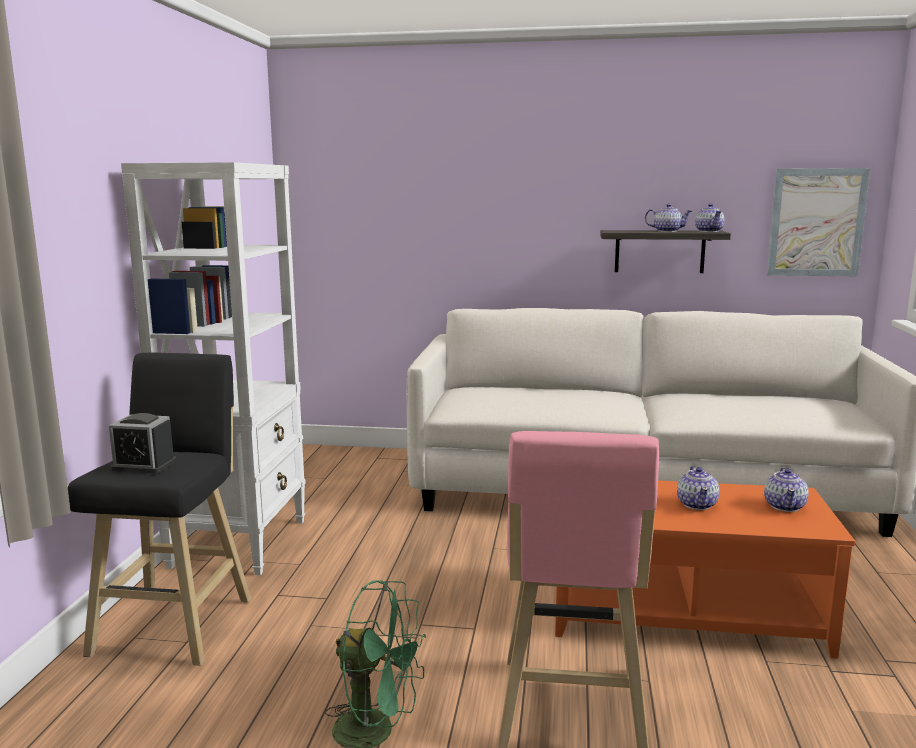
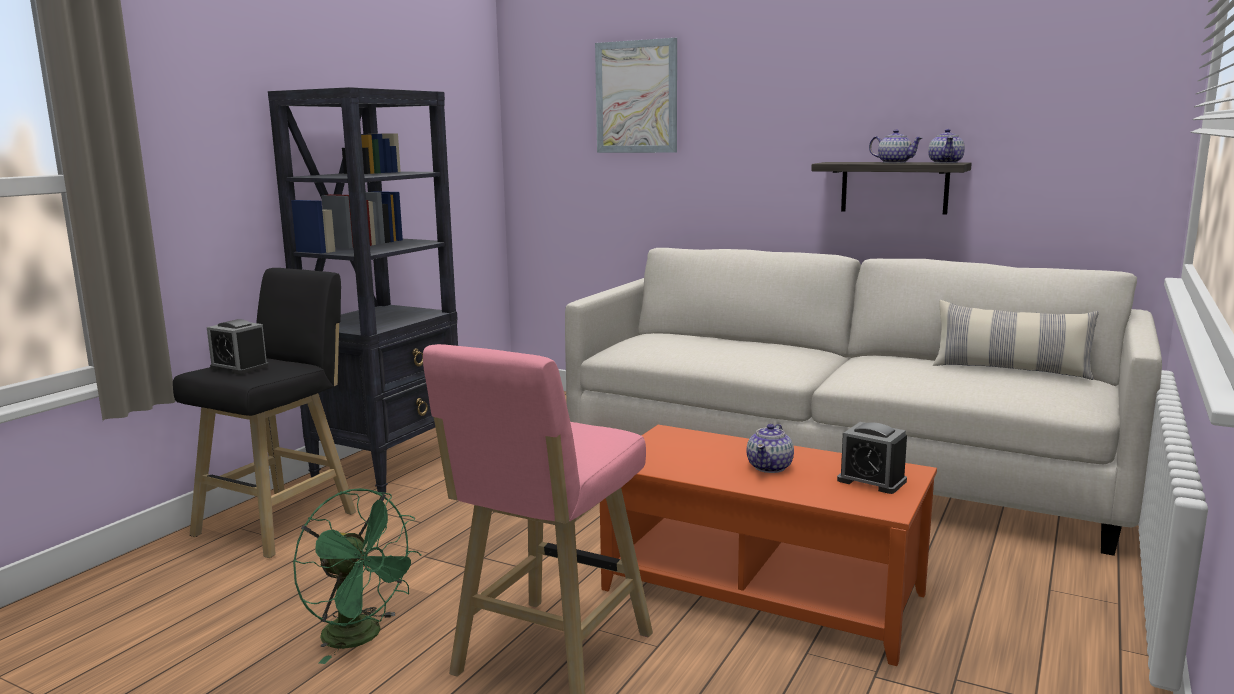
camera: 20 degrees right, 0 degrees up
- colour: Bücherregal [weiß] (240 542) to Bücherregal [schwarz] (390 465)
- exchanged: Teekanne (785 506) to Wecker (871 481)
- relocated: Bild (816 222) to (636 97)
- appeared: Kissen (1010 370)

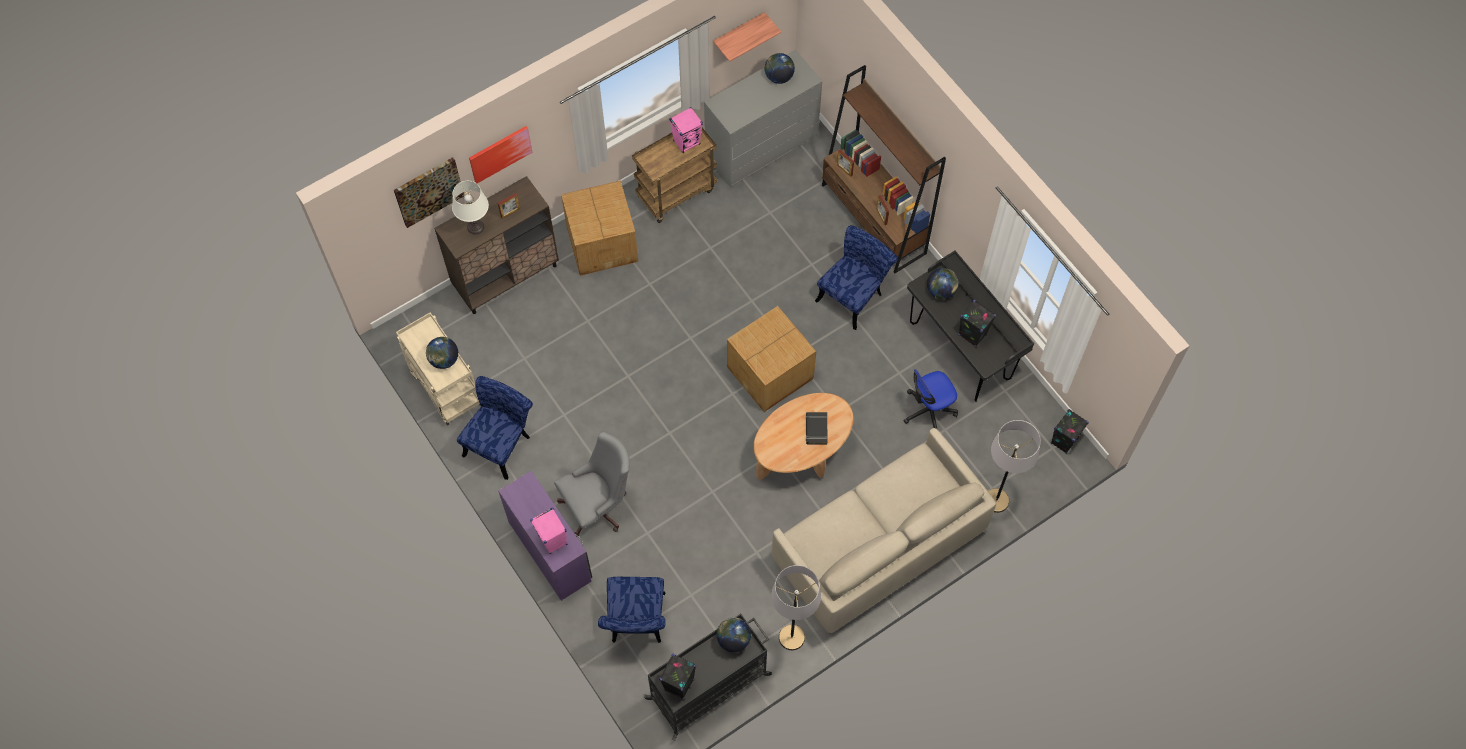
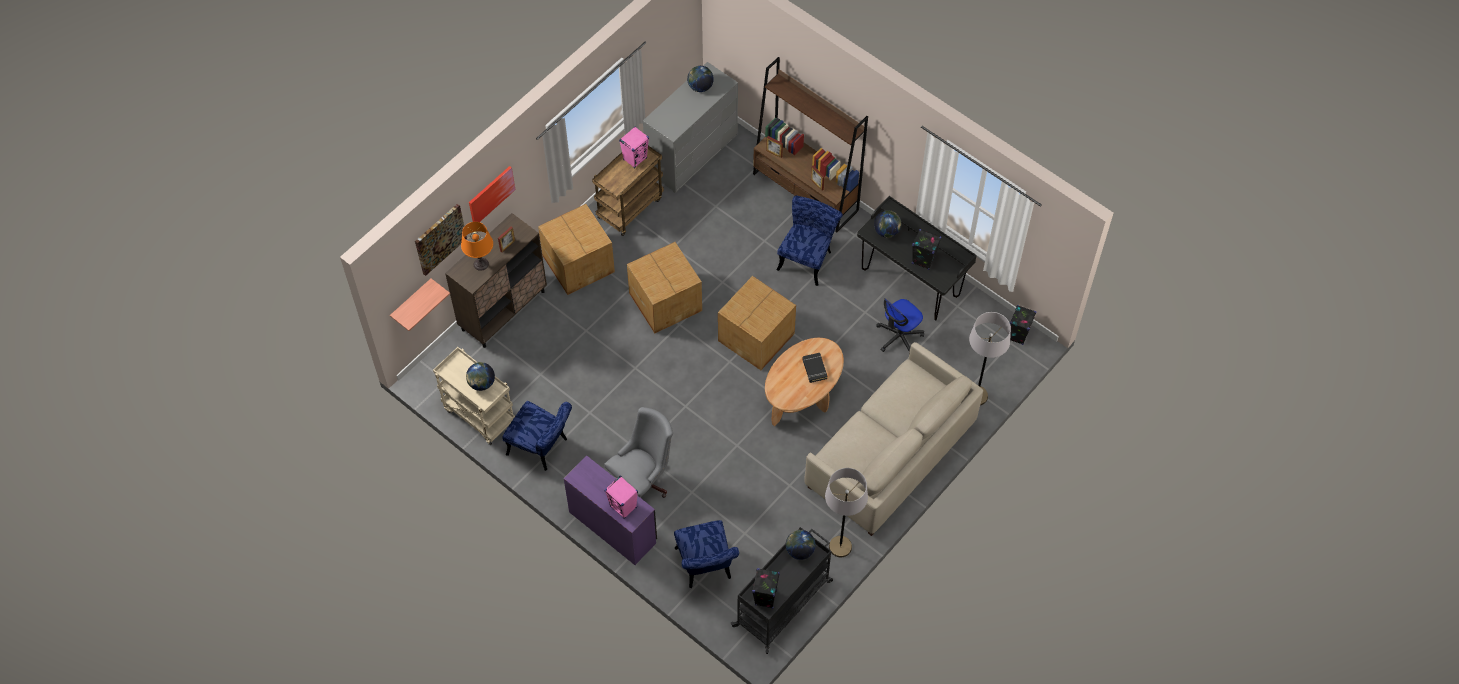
camera: 15 degrees left, 5 degrees down
- colour: Tischlampe [weiß] (475 227) to Tischlampe [orange] (481 264)
- spun: Stuhl [blau] (501 442) = (542 448) 105 degrees clockwise
- relocated: Wandregal (738 33) to (412 302)
- appeared: Karton (666 301)

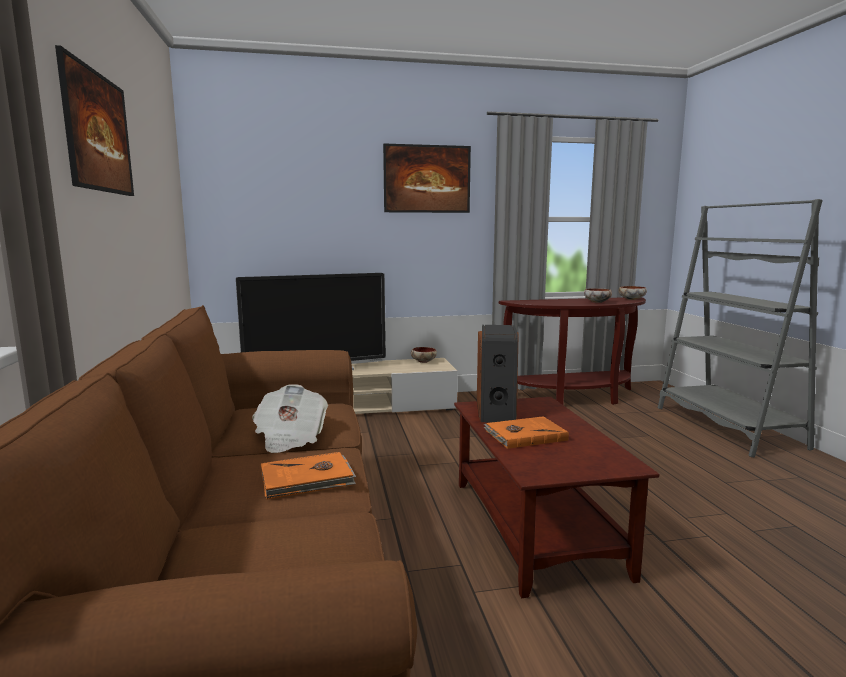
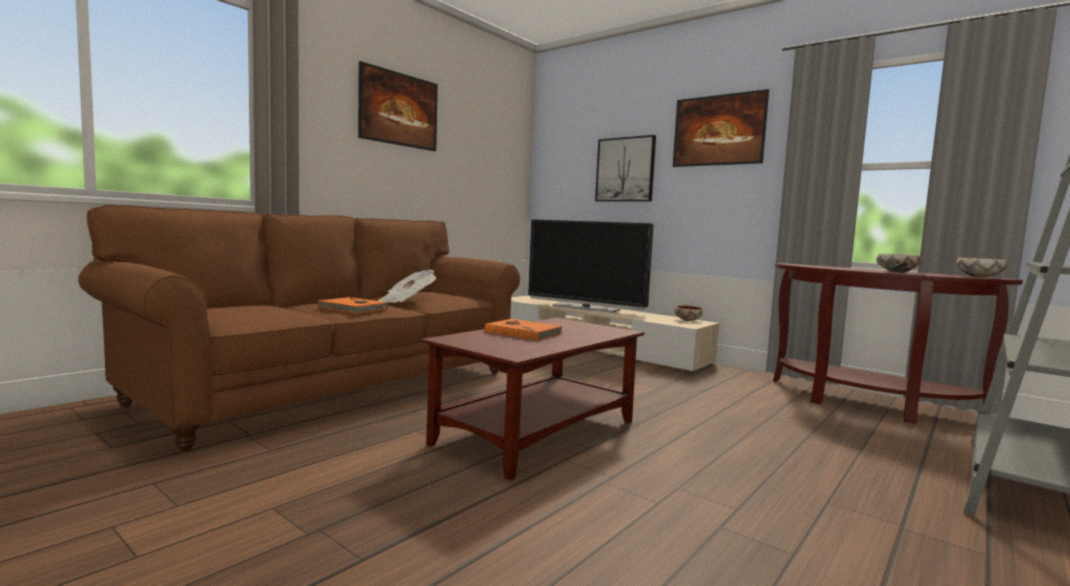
camera: 50 degrees right, 5 degrees down
- missing: Lautsprecher (497 411)
- appeared: Bild (625 169)

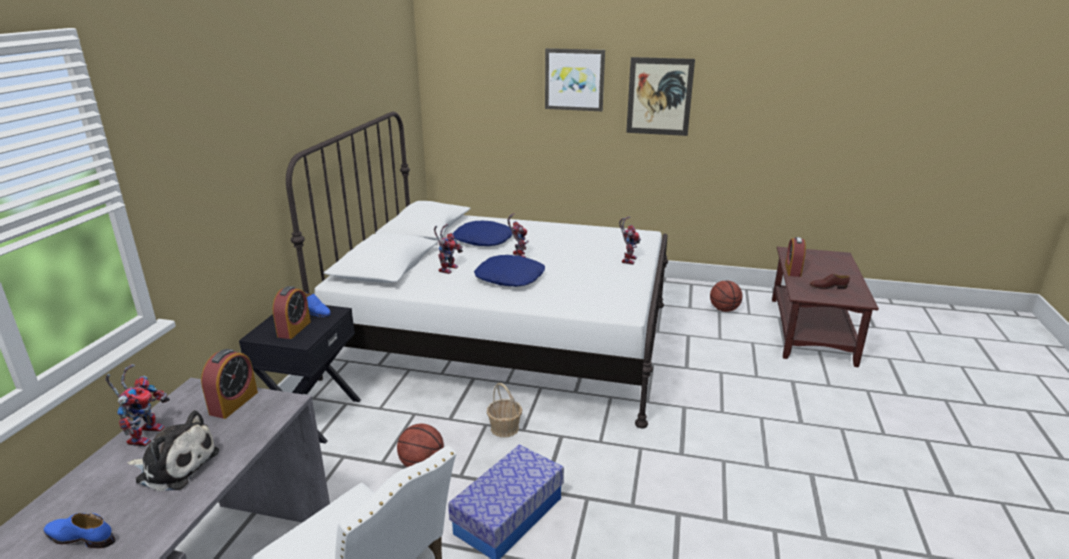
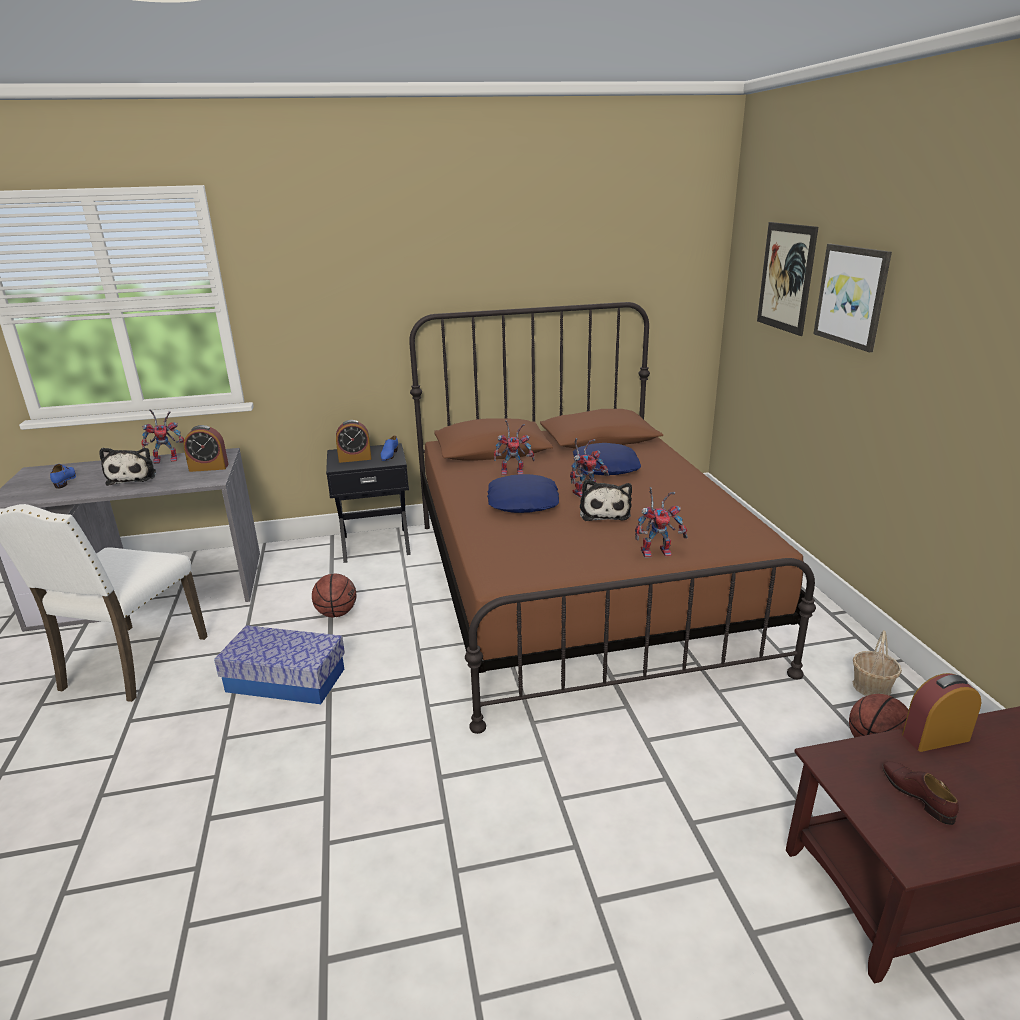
camera: 65 degrees right, 0 degrees up
- colour: Bett [weiß] (505 339) to Bett [braun] (577 588)
- relocated: Korb (504 428) to (871 687)
- relocated: Bild (659 96) to (786 277)
- appeared: Plüschtier (604 512)

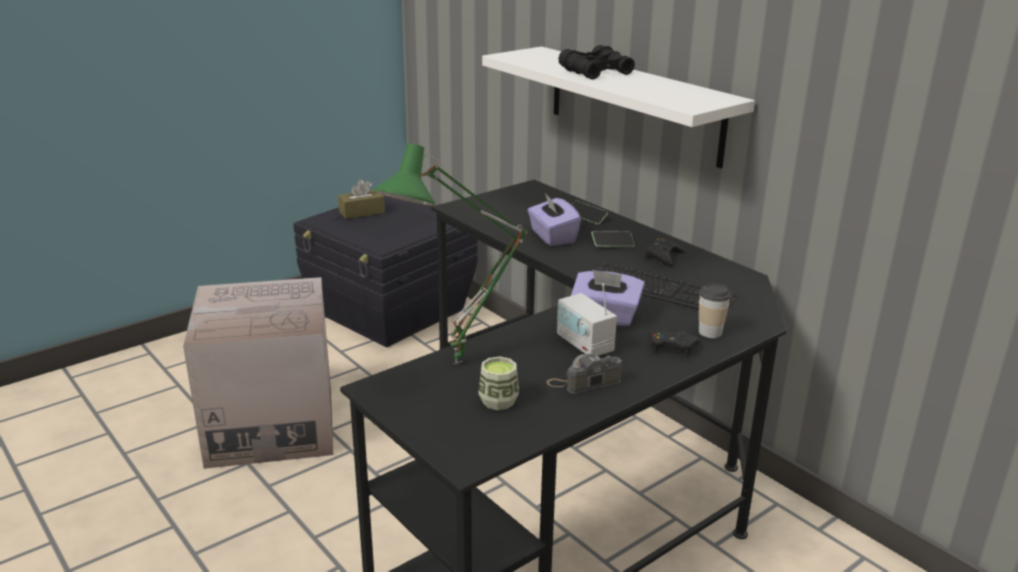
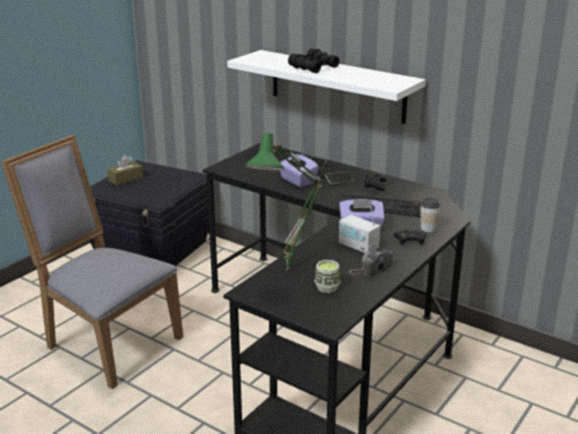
camera: 15 degrees left, 0 degrees up
- exchanged: Karton (271 425) to Stuhl [grau] (107 342)

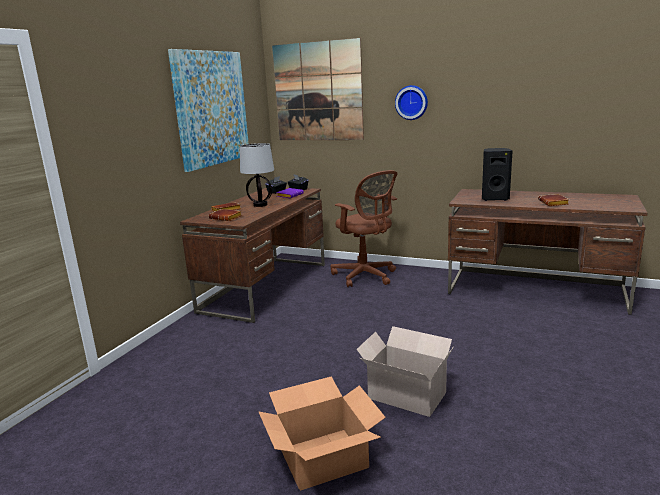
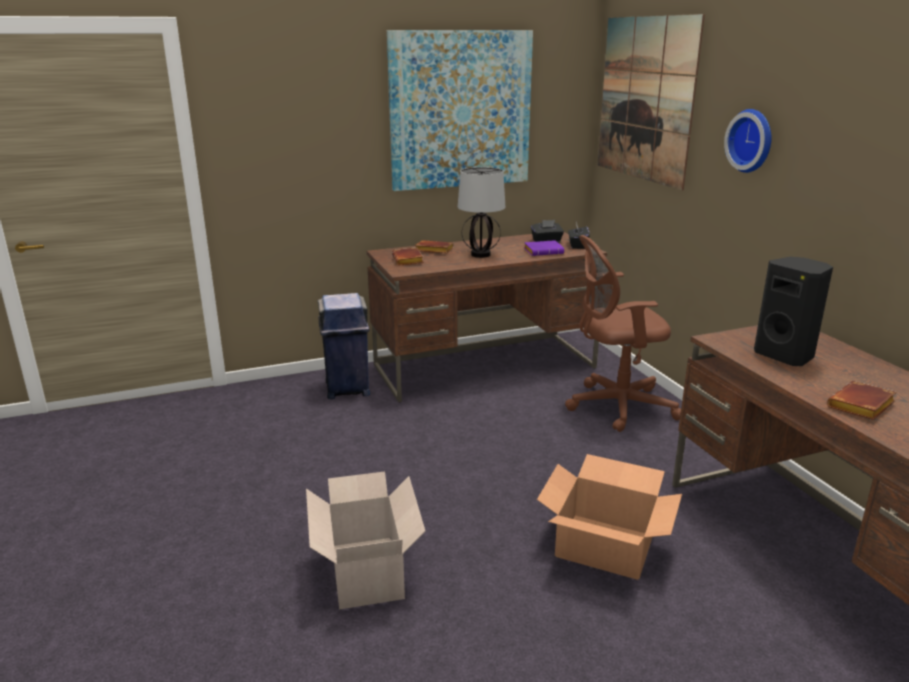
camera: 45 degrees right, 5 degrees up
- relocated: Karton (322 457) to (604 545)
- spun: Bürostuhl [braun] (366 276) = (615 406) 75 degrees clockwise
- appeared: Mülleimer [blau] (347 389)

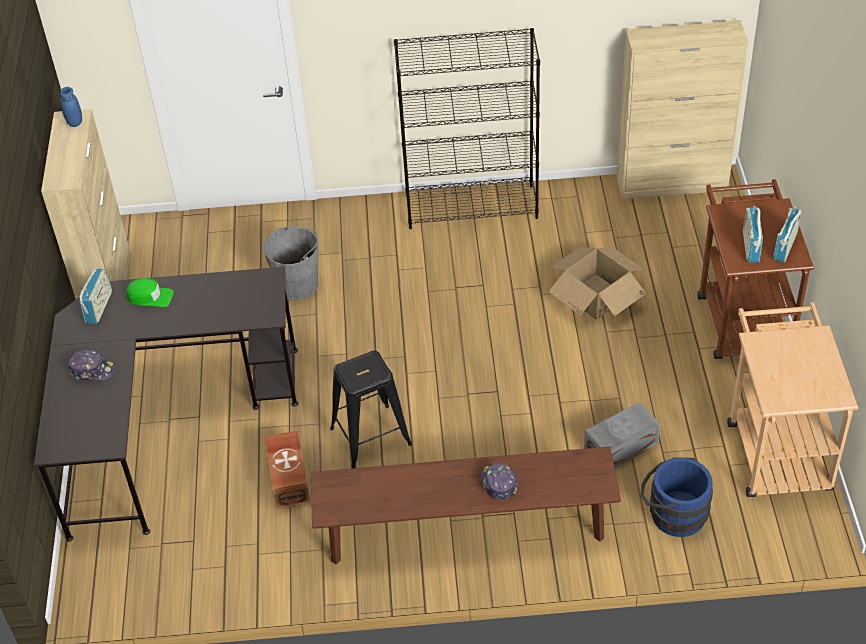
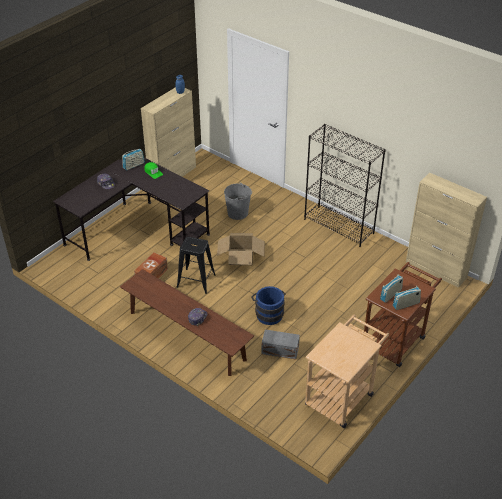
camera: 40 degrees right, 5 degrees down
- relocated: Karton (596 296) to (241 257)
- relocated: Eimer [blau] (673 512) to (268 313)

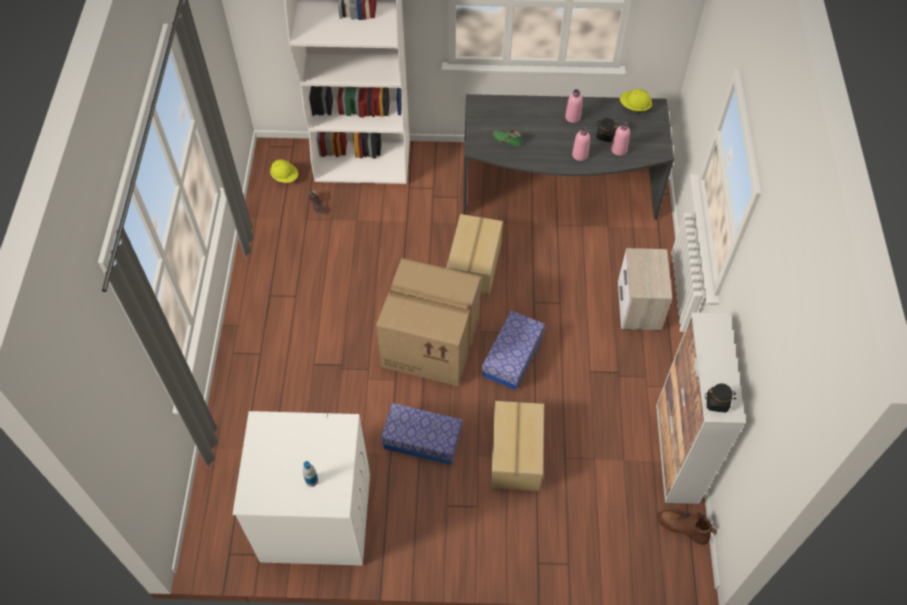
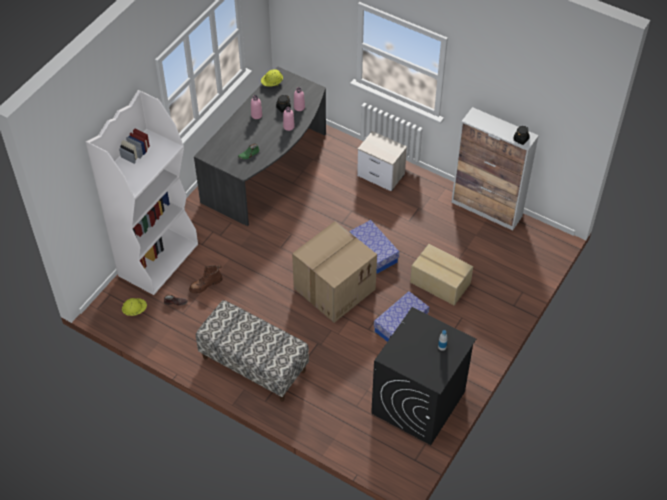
camera: 60 degrees left, 5 degrees down
- colour: Waschmaschine [weiß] (315 517) to Waschmaschine [schwarz] (418 403)
- missing: Karton (475 265)
- relocated: Stiefel [braun] (683 528) to (206 285)
- appeared: Bank (253 364)

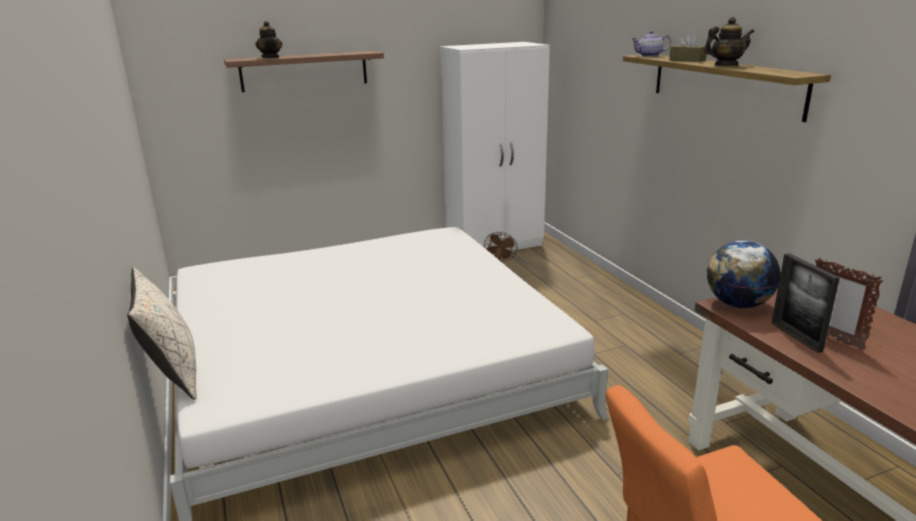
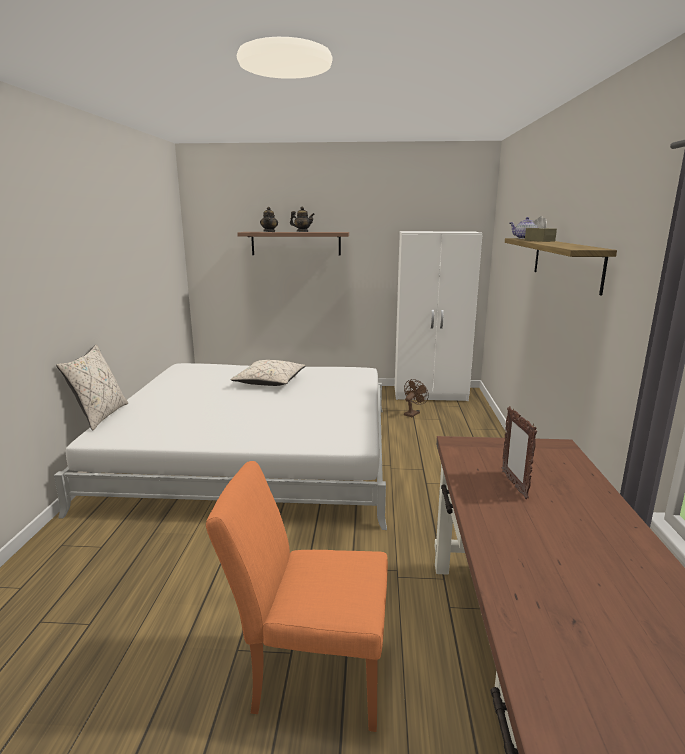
camera: 25 degrees right, 5 degrees down
- relocated: Teekanne (725 65) to (302 232)
- missing: Globus (737 304)
- missing: Bilderrahmen (796 337)
- appeared: Kissen [beige] (269 382)

